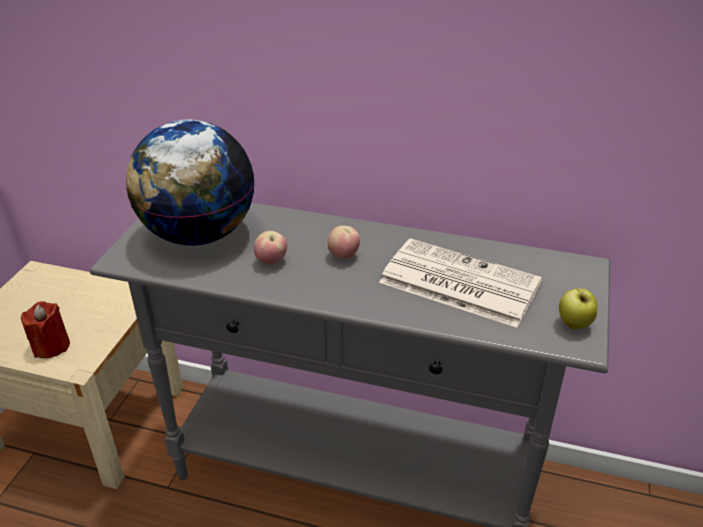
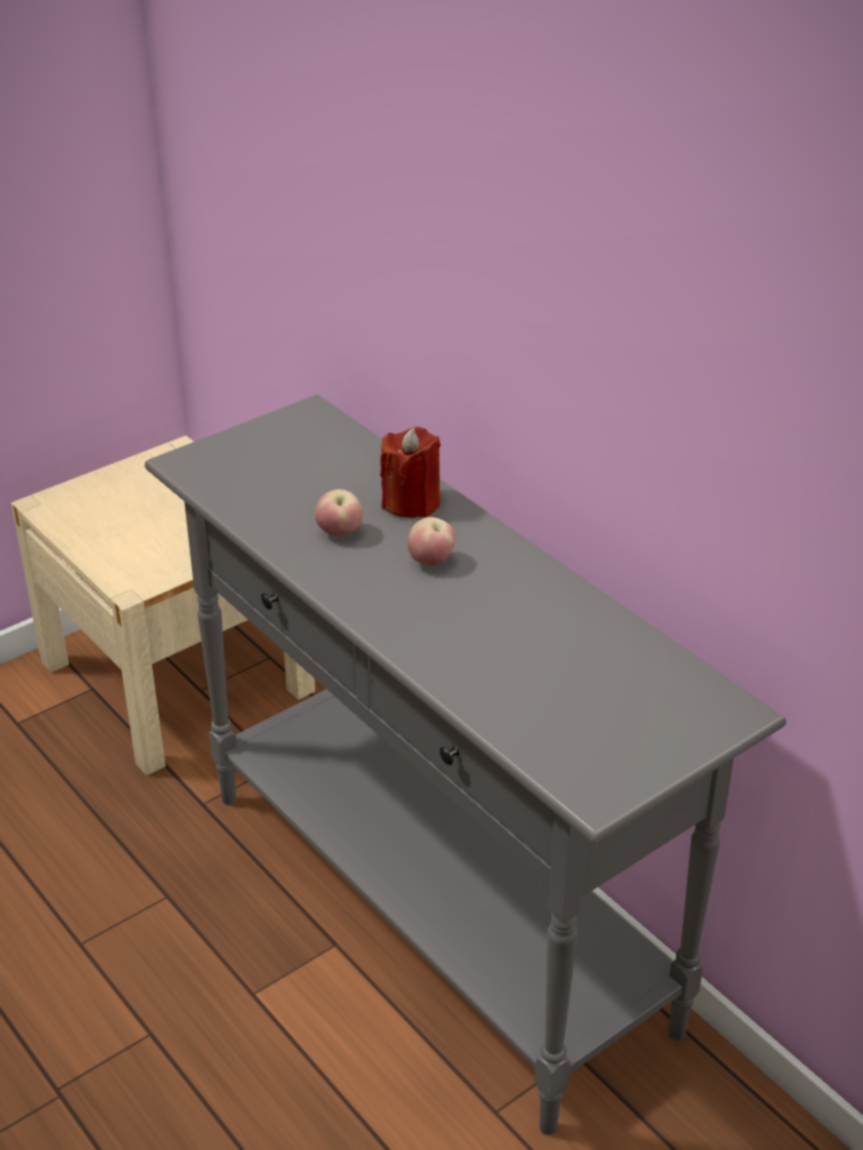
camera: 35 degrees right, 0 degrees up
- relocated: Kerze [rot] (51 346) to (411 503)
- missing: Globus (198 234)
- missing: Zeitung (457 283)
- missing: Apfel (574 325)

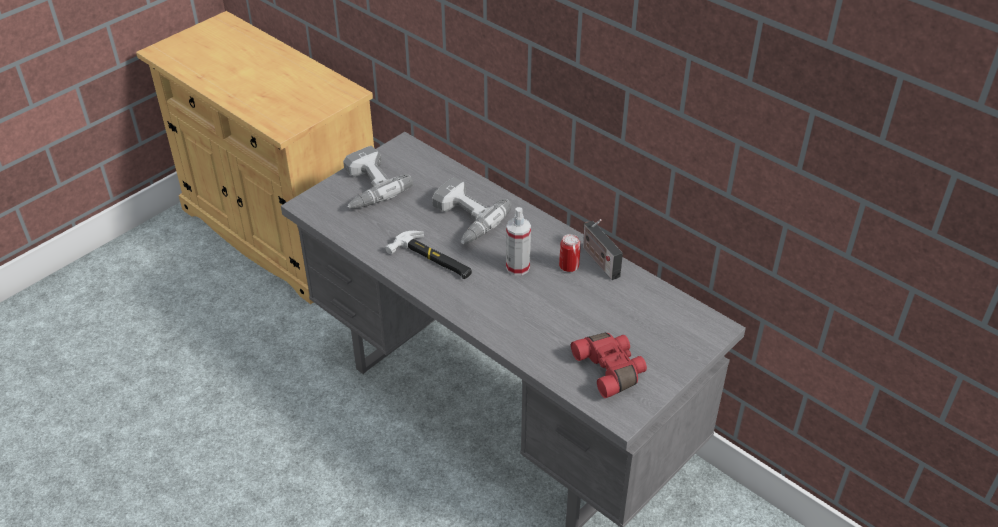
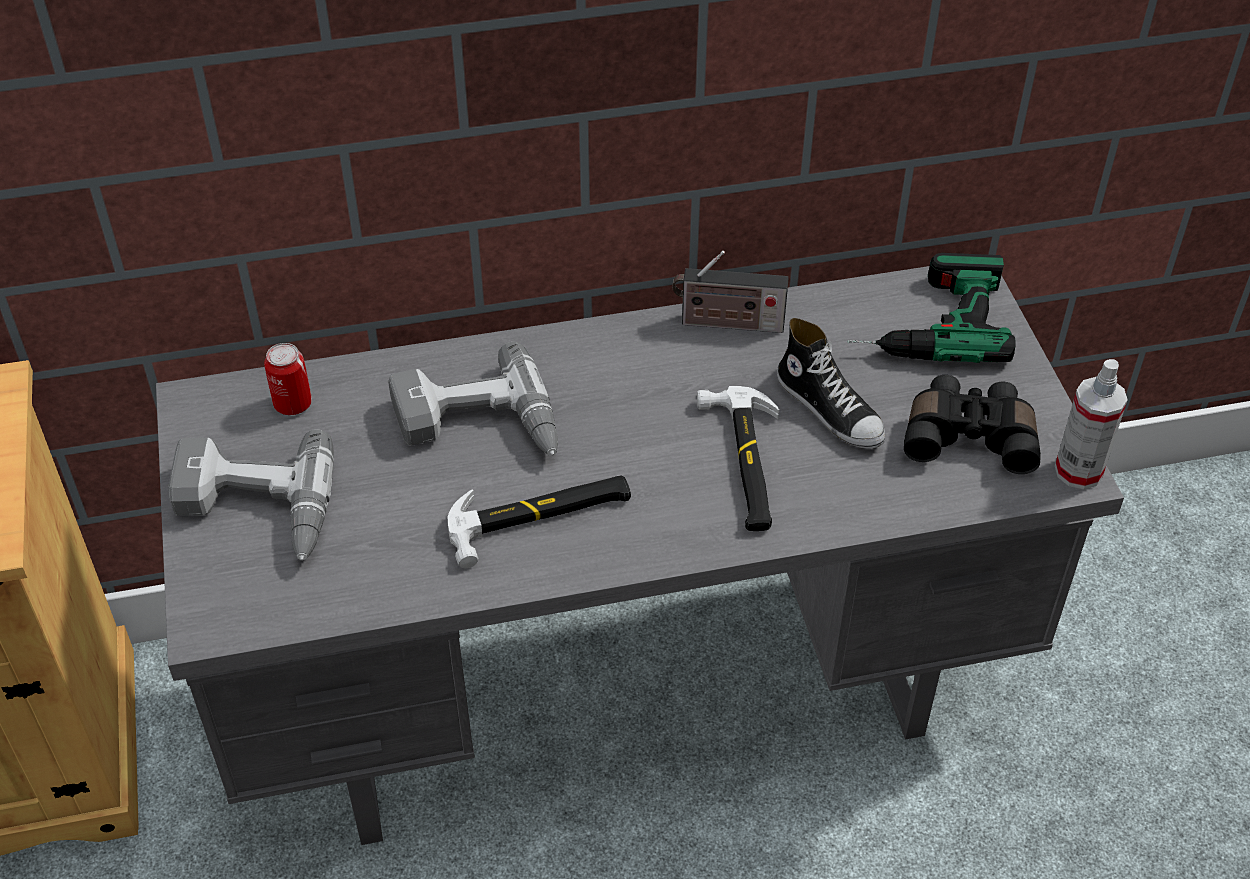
camera: 55 degrees left, 5 degrees up
- relocated: Sprühflasche (517 267) to (1078 471)
- relocated: Dose (569 266) to (293 404)
- colour: Fernglas [rot] (611 369) to Fernglas [schwarz] (969 436)
- appeared: Hammer (744 463)
- appeared: Schuh (830 409)
- appeared: Bohrmaschine (925 320)

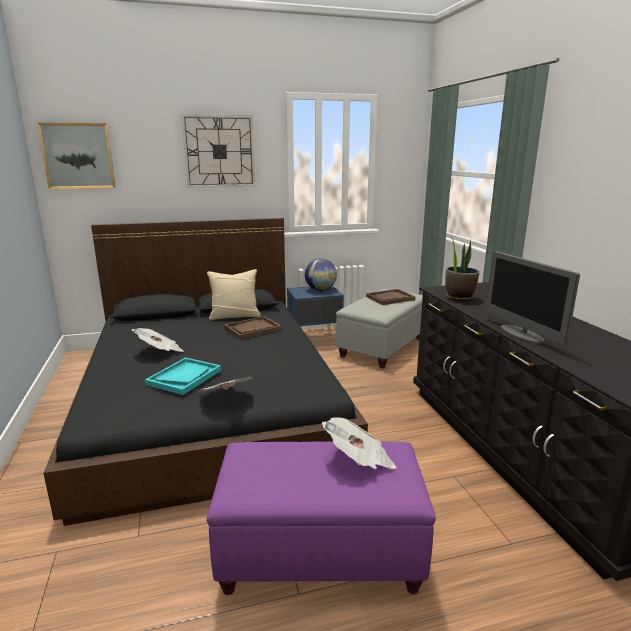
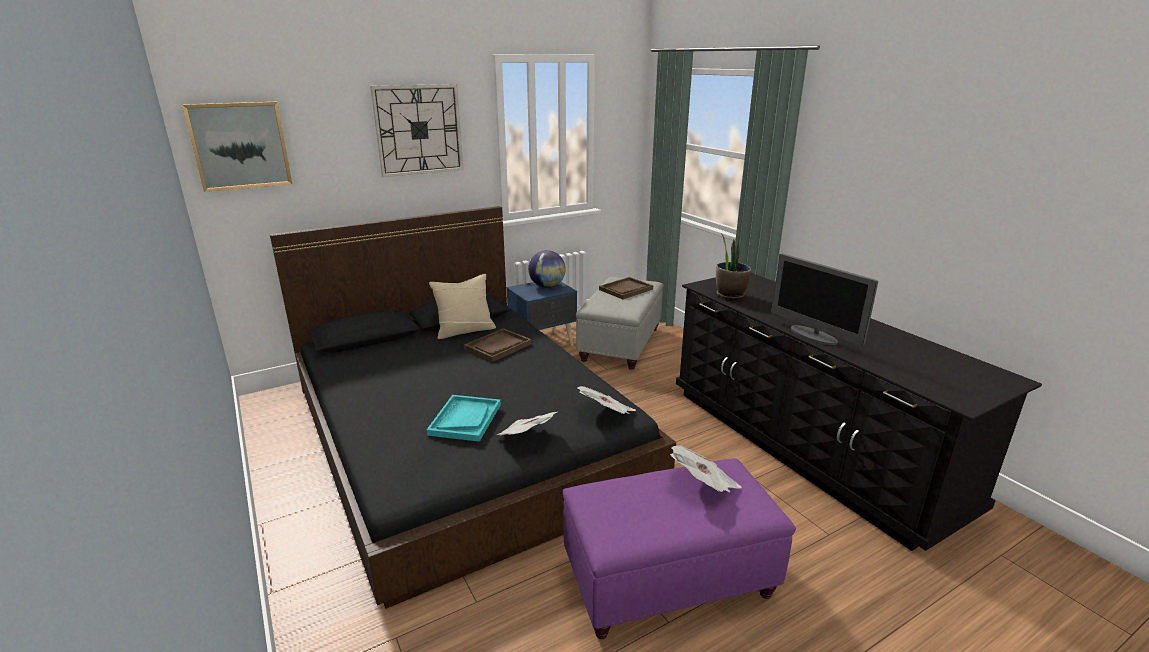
camera: 15 degrees left, 5 degrees up
- relocated: Zeitung (160 351) to (606 414)

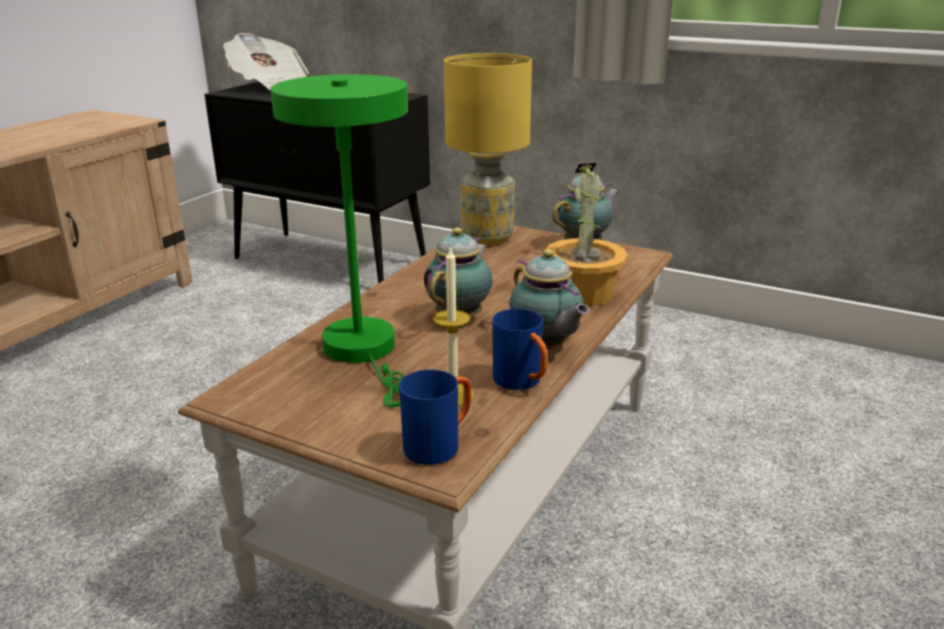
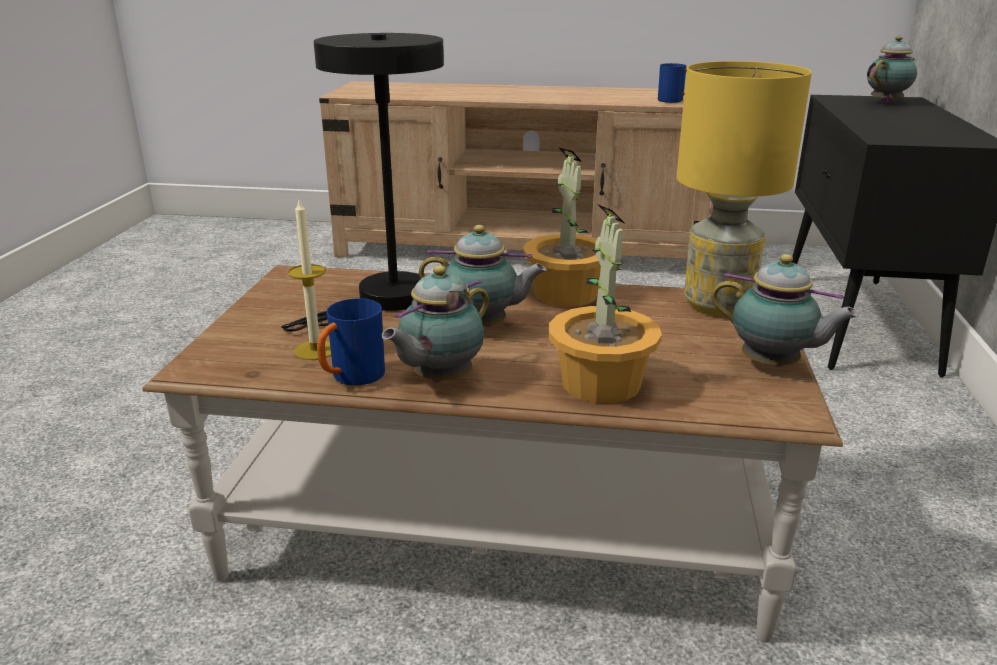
camera: 70 degrees right, 0 degrees up
- exchanged: Zeitung (270 87) to Teekanne (887 102)
- colour: Tischlampe [grün] (365 351) to Tischlampe [schwarz] (384 301)
- relocated: Henkelbecher [blau] (440 445) to (675 101)
- appeared: Topfpflanze (565 294)

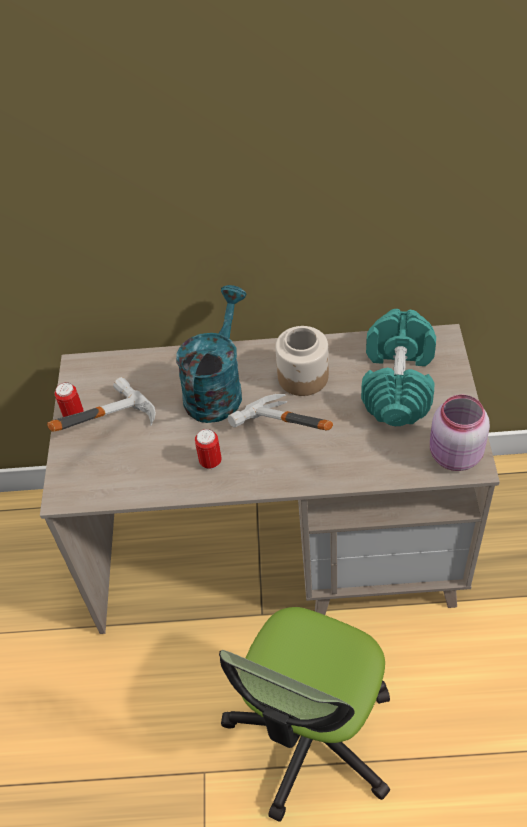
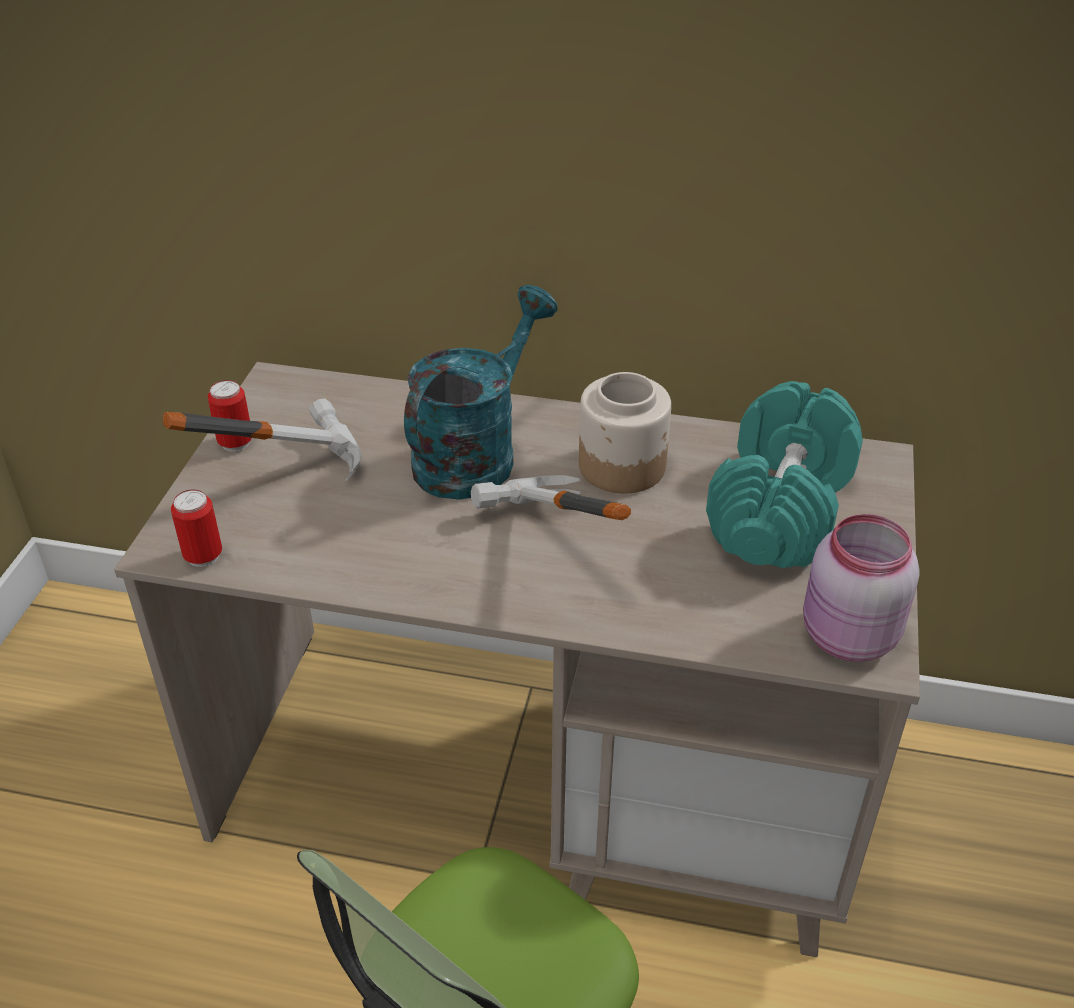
camera: 10 degrees right, 10 degrees down
- relocated: Dose (210 462) to (203 556)

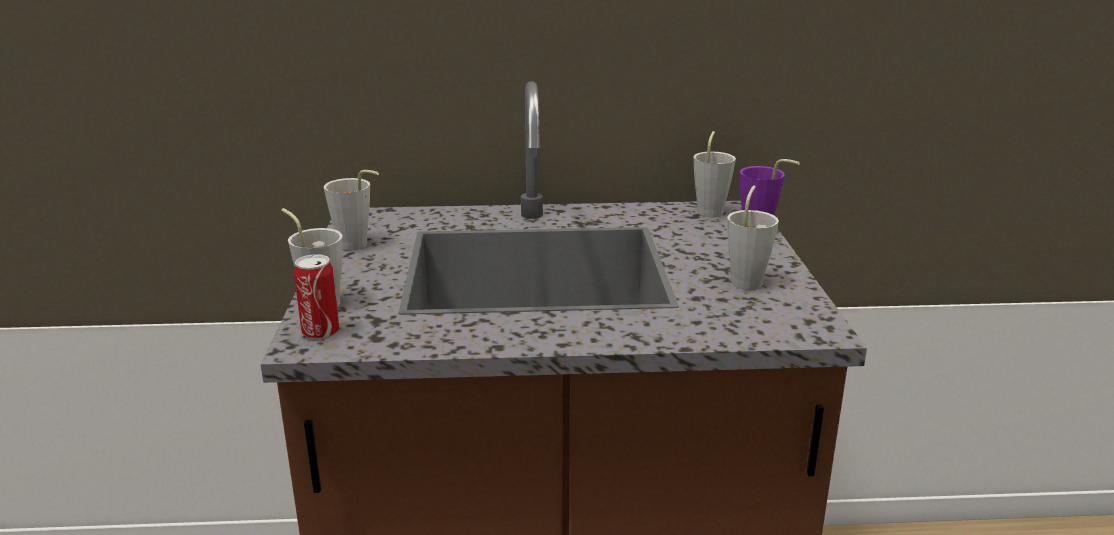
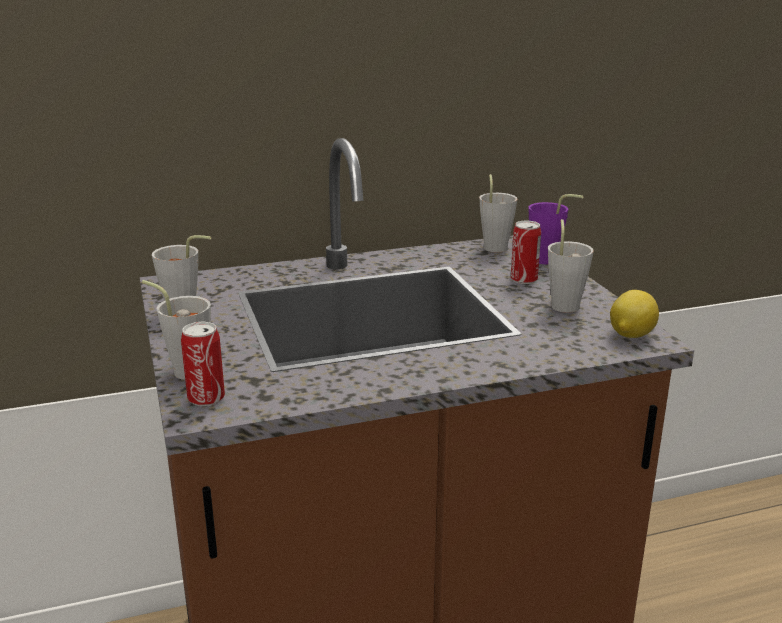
camera: 15 degrees left, 0 degrees up
- appeared: Dose (523 279)
- appeared: Zitrone (630 335)

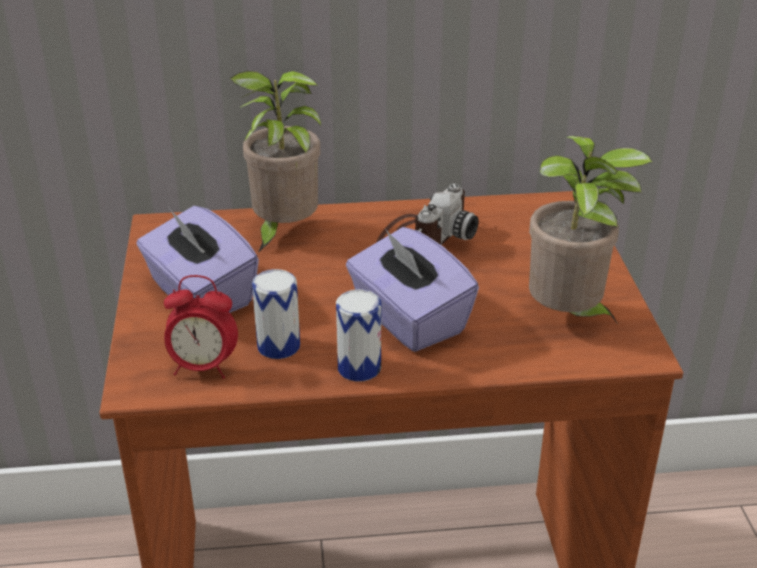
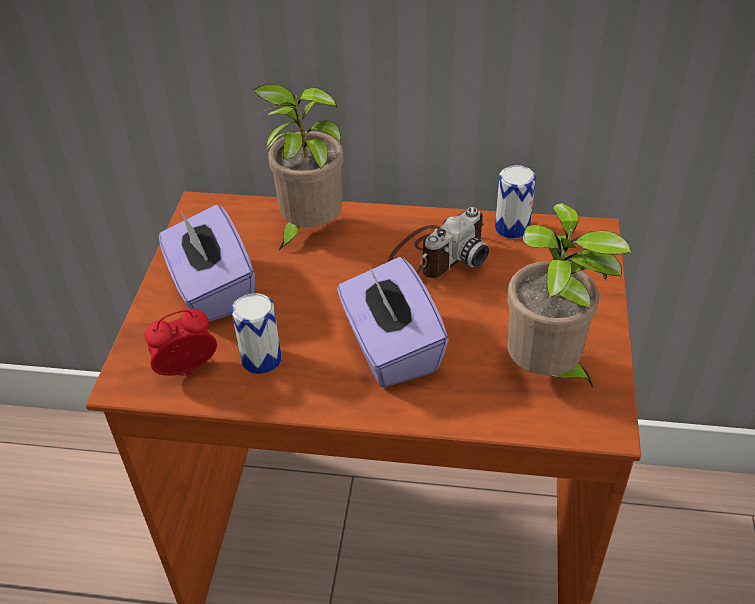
camera: 15 degrees right, 10 degrees up
- spun: Wecker (203 367) = (187 372) 135 degrees clockwise
- relocated: Dose (359 368) to (512 228)

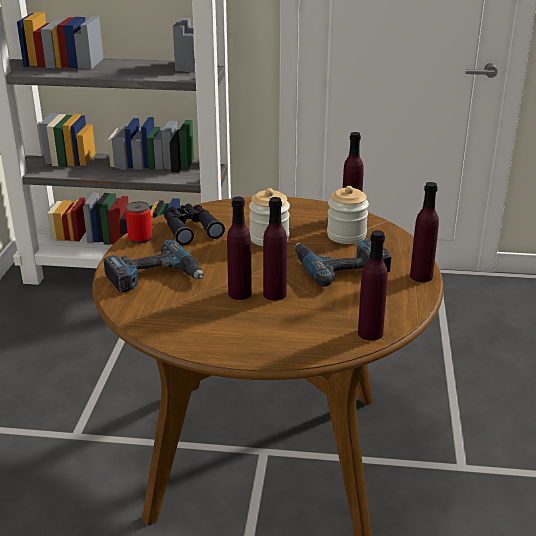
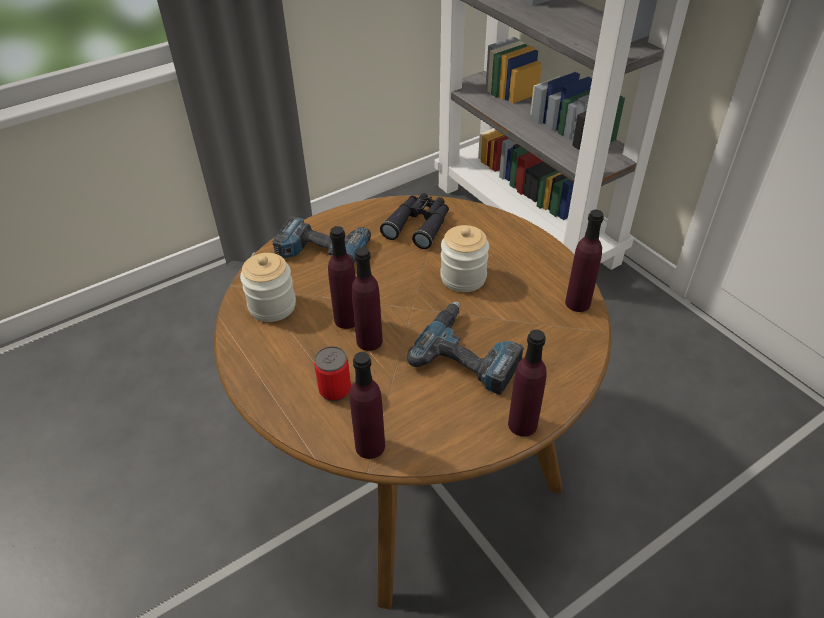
camera: 50 degrees right, 15 degrees up
- relocated: Dose (140 238) to (335 390)
- relocated: Vorratsglas (346 235) to (272 306)

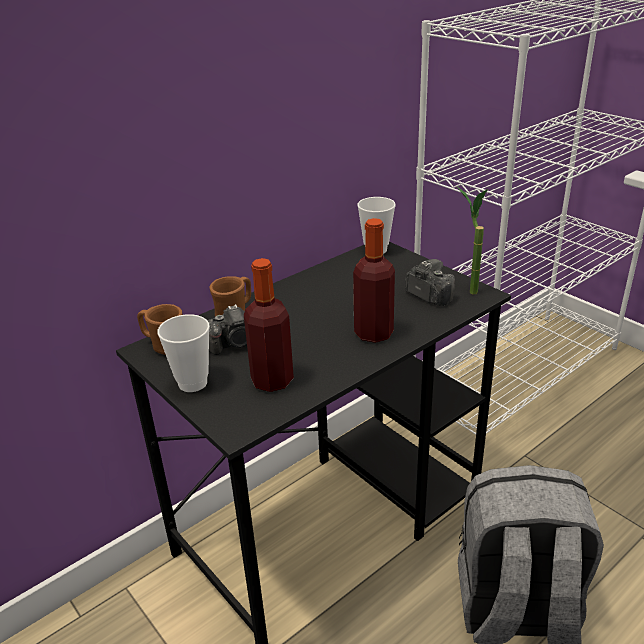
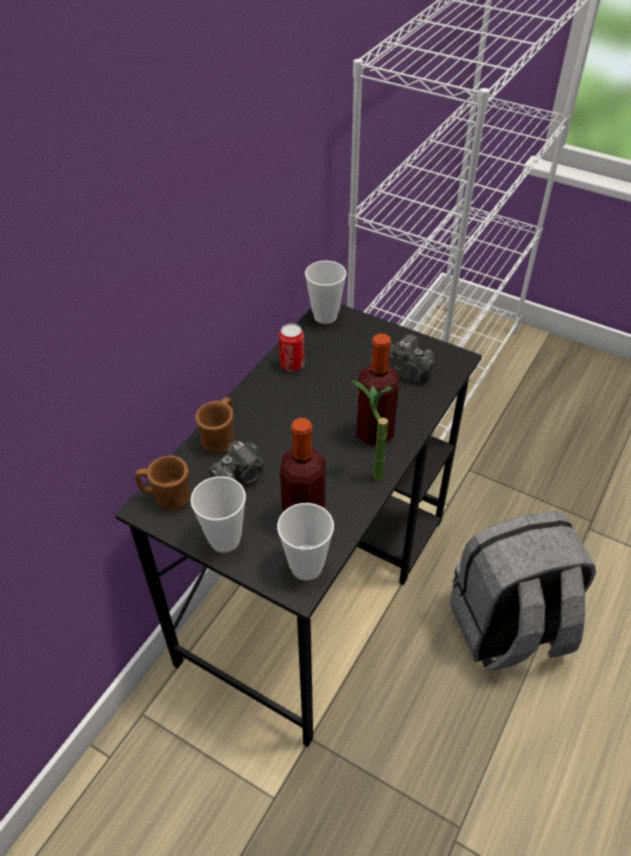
camera: 20 degrees left, 15 degrees up
- relocated: Topfpflanze (467 289) to (369 473)
- appeared: Tasse (306 567)
- appeared: Dose (292 365)

